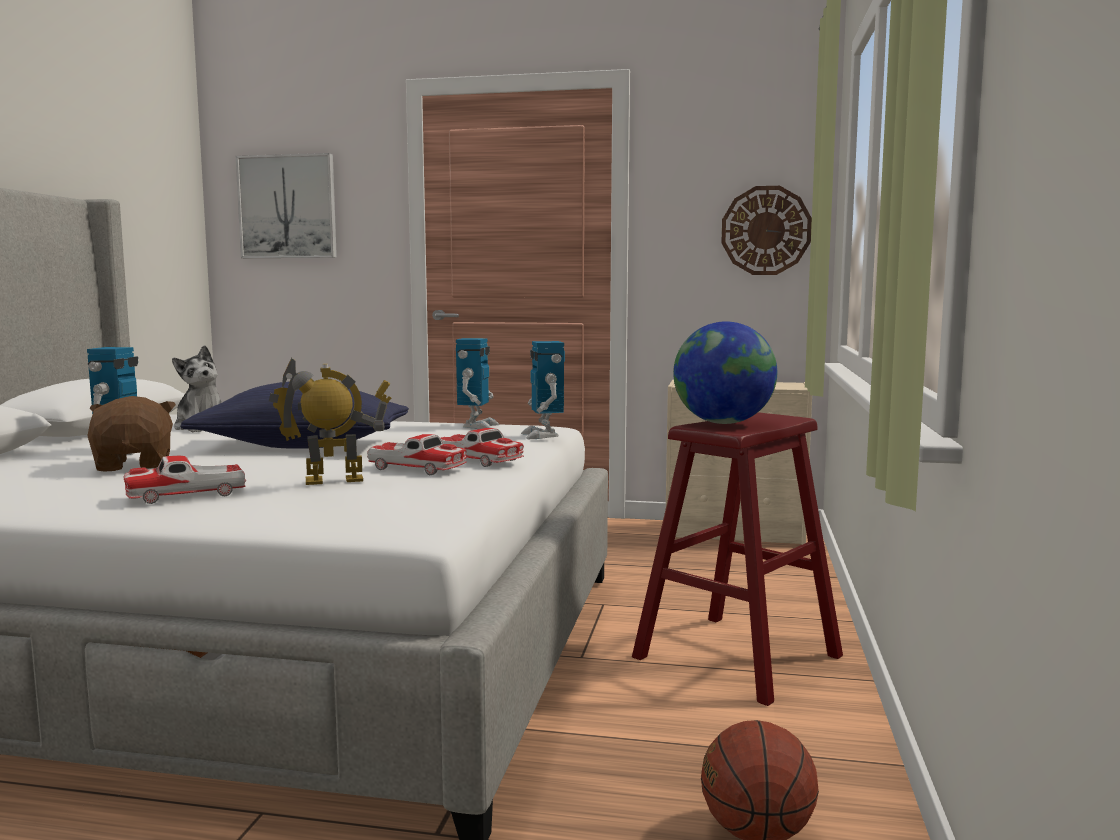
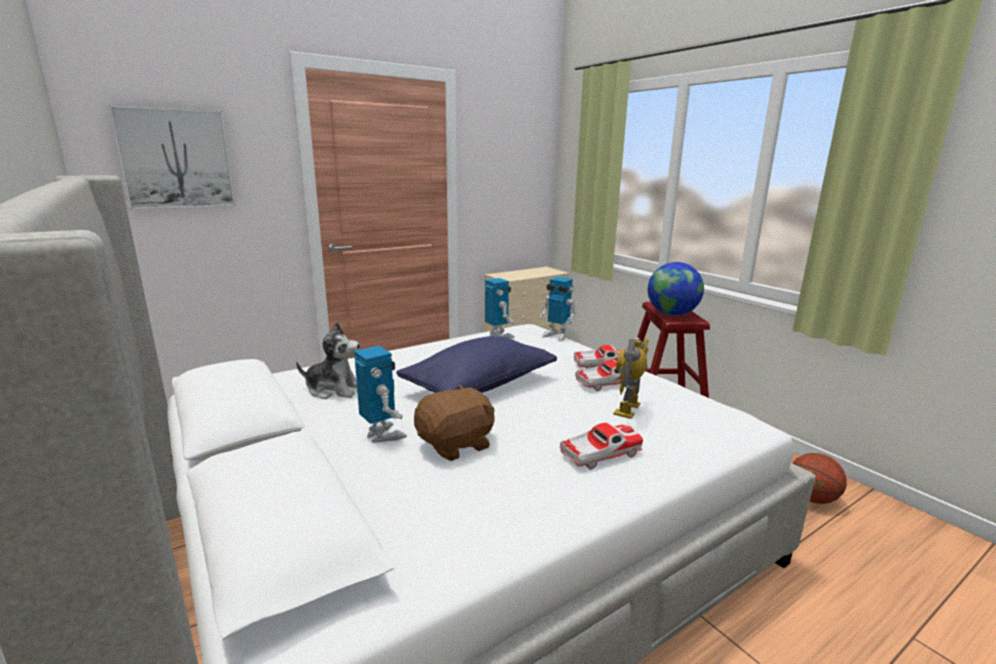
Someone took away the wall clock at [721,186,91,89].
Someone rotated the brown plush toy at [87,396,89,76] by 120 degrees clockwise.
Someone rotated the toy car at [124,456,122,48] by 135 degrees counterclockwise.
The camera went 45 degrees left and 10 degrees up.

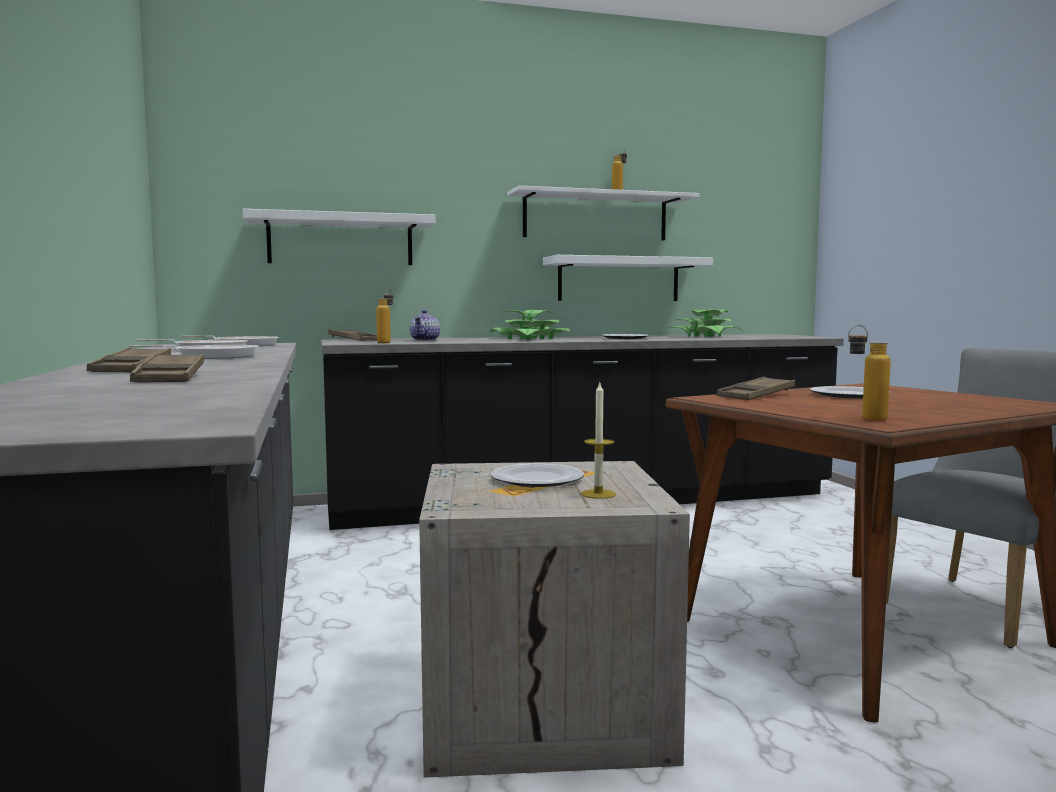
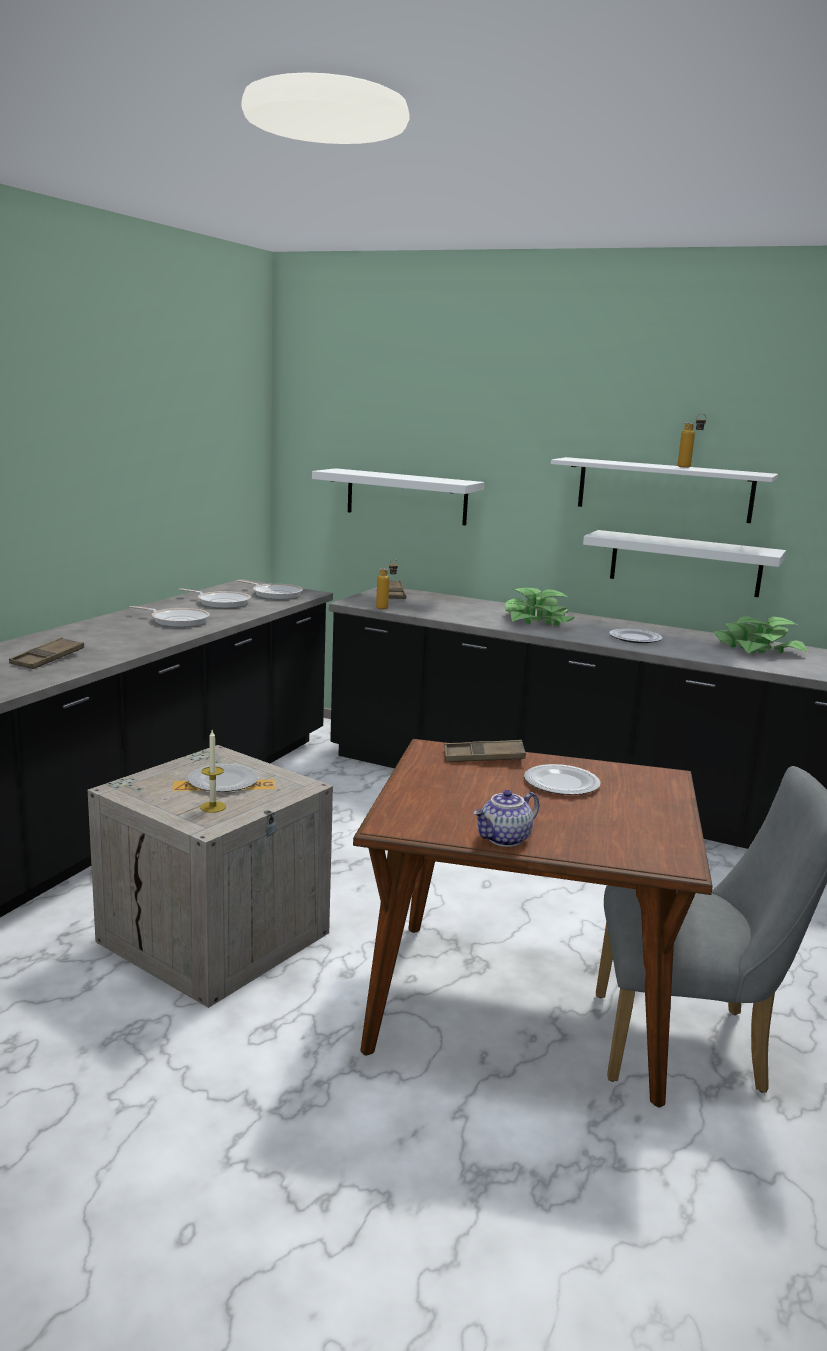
Someone took away the brown tray at [87,347,84,25].
Someone took away the bottle at [848,325,43,96].
Someone carried the teapot from [410,310,30,31] to [473,790,66,57].
The camera went 40 degrees right and 10 degrees up.

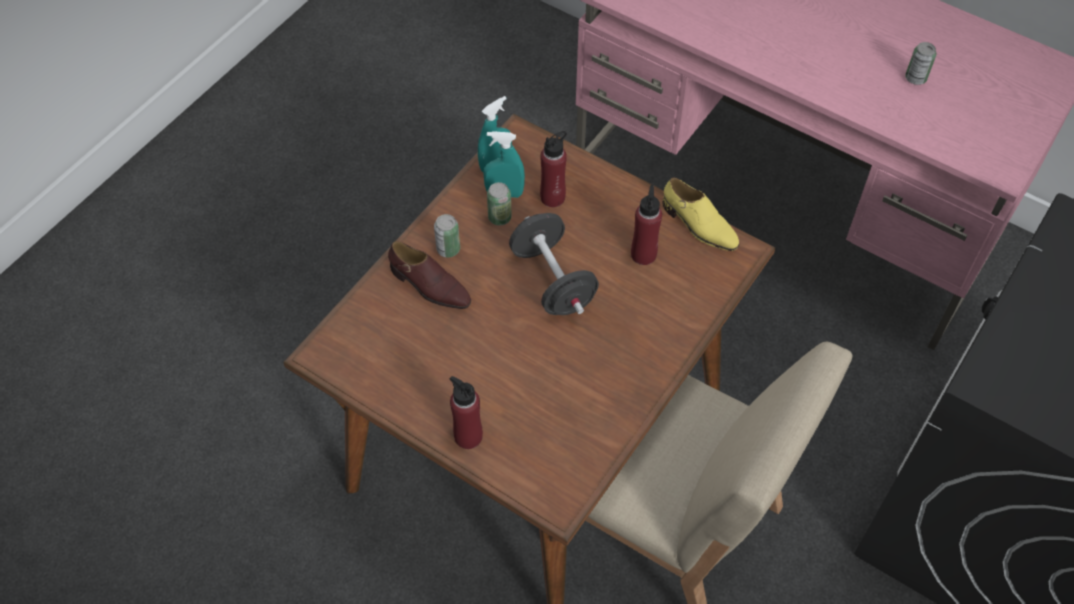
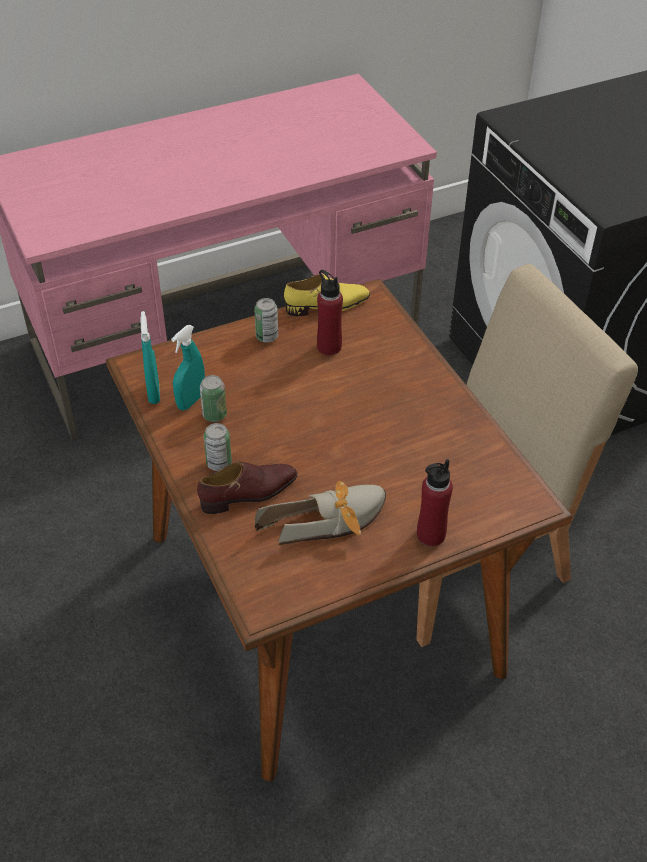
Someone took away the black dumbbell at [509,213,90,102].
Someone took away the red bottle at [540,131,27,76].
Someone put down the shoe at [255,481,131,64].
Someone carried the can from [905,42,31,43] to [255,298,23,45].
The camera went 60 degrees left and 10 degrees down.

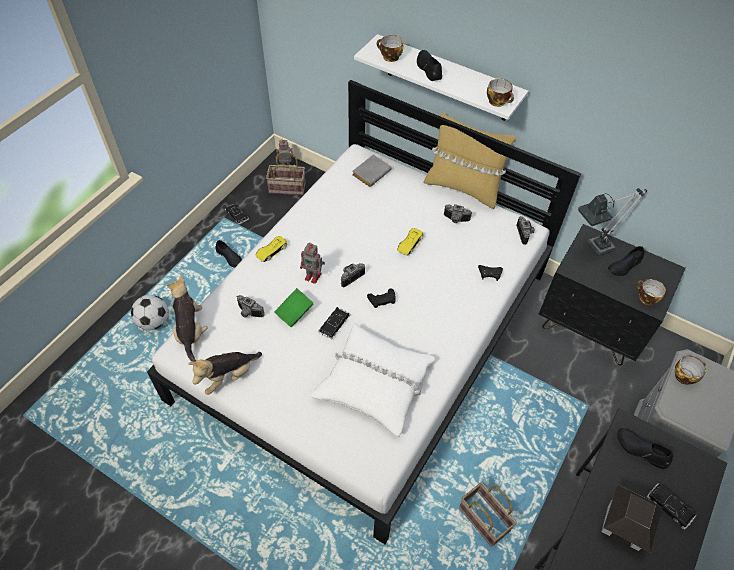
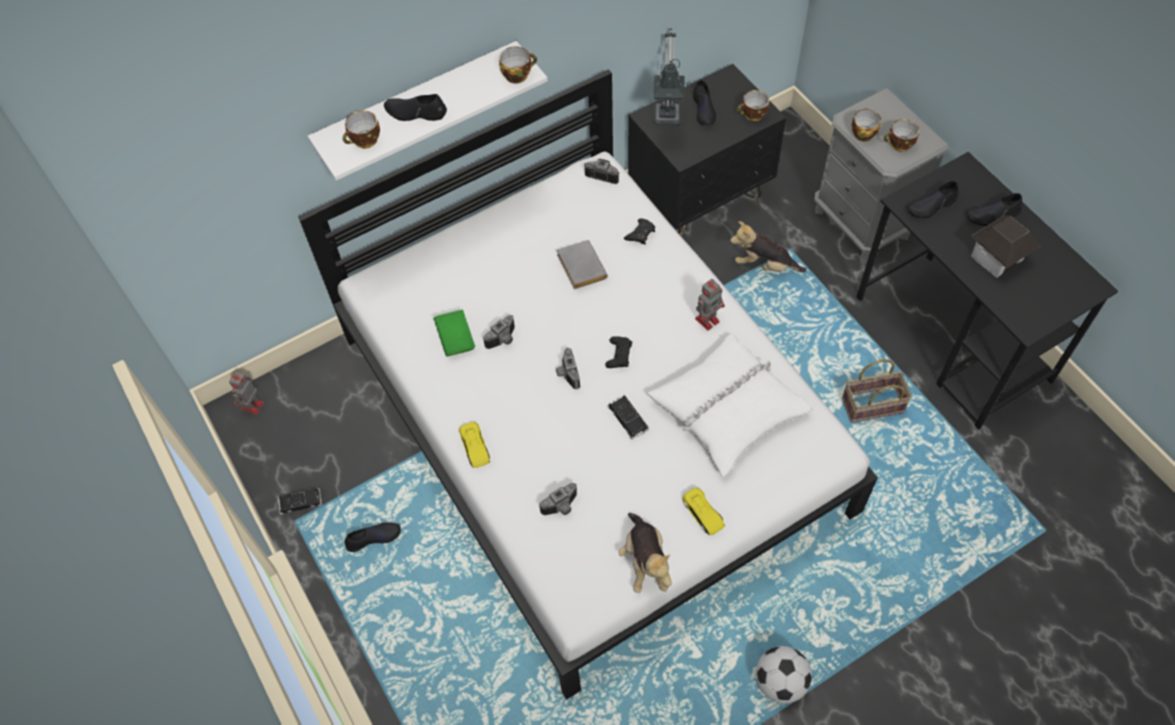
Someone took away the basket at [266,151,40,44].
Someone took away the yellow pillow at [423,112,93,97].
Someone put down the cup at [884,119,35,33].
Someone carried the football from [131,295,37,35] to [756,646,56,57].
Someone carried the plush toy from [167,275,41,86] to [730,221,77,51].
Someone carried the green book from [274,288,39,39] to [434,310,41,47].
Someone carried the toy robot from [300,243,25,41] to [695,279,30,51].
Someone carried the grey book from [352,155,40,32] to [557,240,51,49].
Someone carried the yellow toy car from [397,228,27,27] to [682,488,43,47].
Someone carried the photo camera from [444,204,28,19] to [483,315,32,34].
Someone swapped the black toy car at [647,483,49,47] for the black shoe at [966,193,57,33].
The camera went 60 degrees left and 5 degrees up.

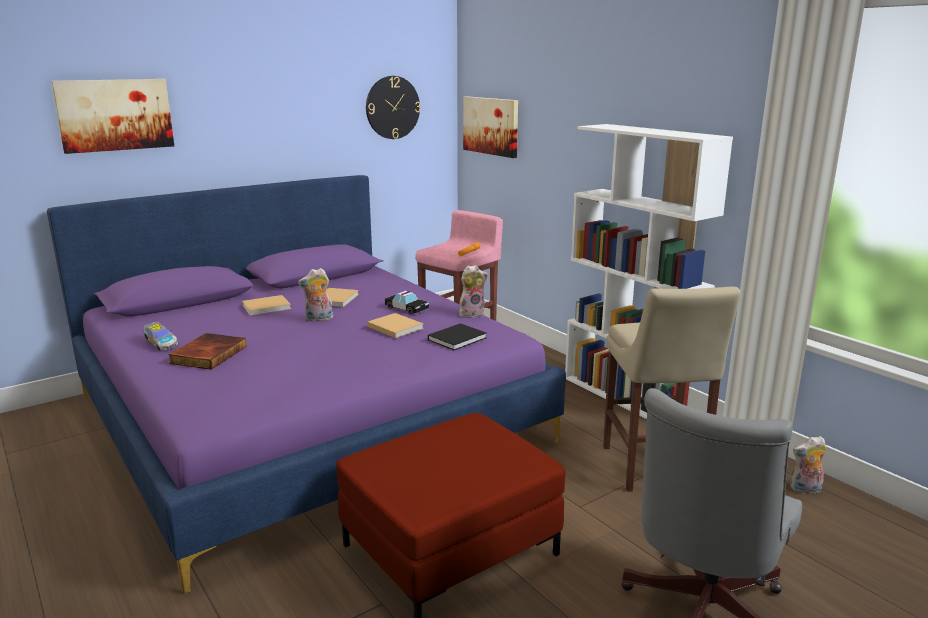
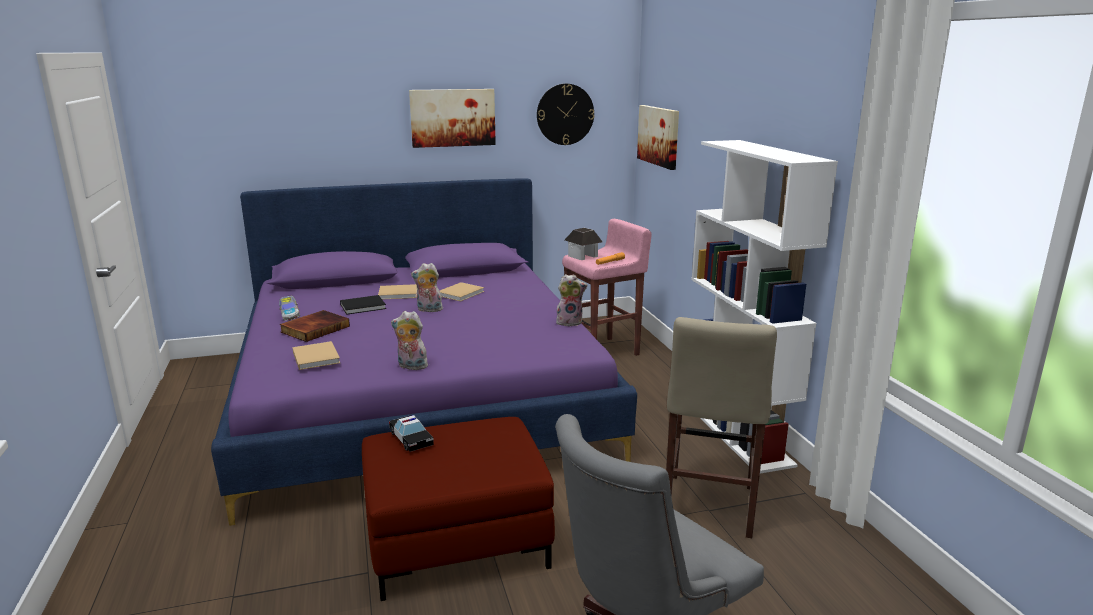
Someone put down the toy house at [565,228,37,32].
Someone carried the picture from [51,79,123,75] to [409,89,87,59].
Someone carried the beige book from [367,313,57,25] to [292,341,48,29].
Someone carried the toy car from [385,291,44,23] to [389,415,45,37].
Someone carried the black book from [428,323,59,27] to [340,295,46,20].
Someone carried the plush toy from [791,436,35,58] to [391,311,37,59].
The camera went 20 degrees right and 0 degrees up.

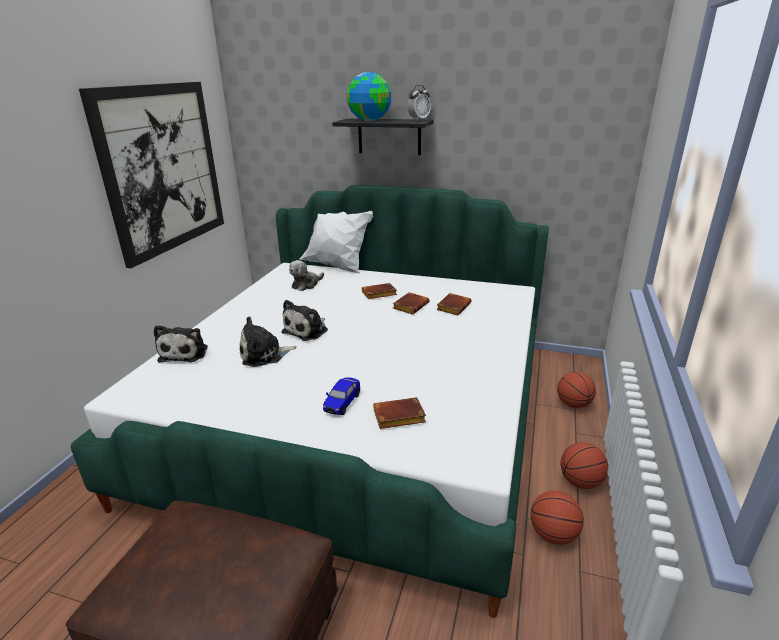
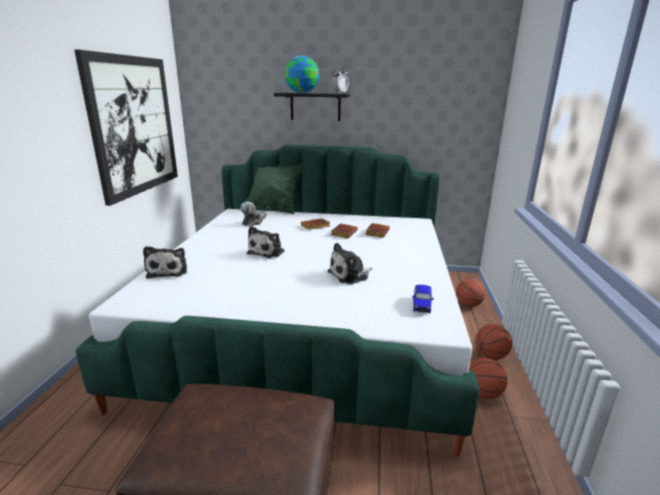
Someone took away the brown book at [373,397,53,32].
Someone carried the plush toy from [239,316,58,51] to [327,243,45,41].
Someone carried the toy car from [323,377,37,38] to [412,285,22,28].
Someone repainted the white pillow at [299,211,74,63], which became the green pillow at [245,164,59,50].
The camera went 10 degrees left and 5 degrees down.

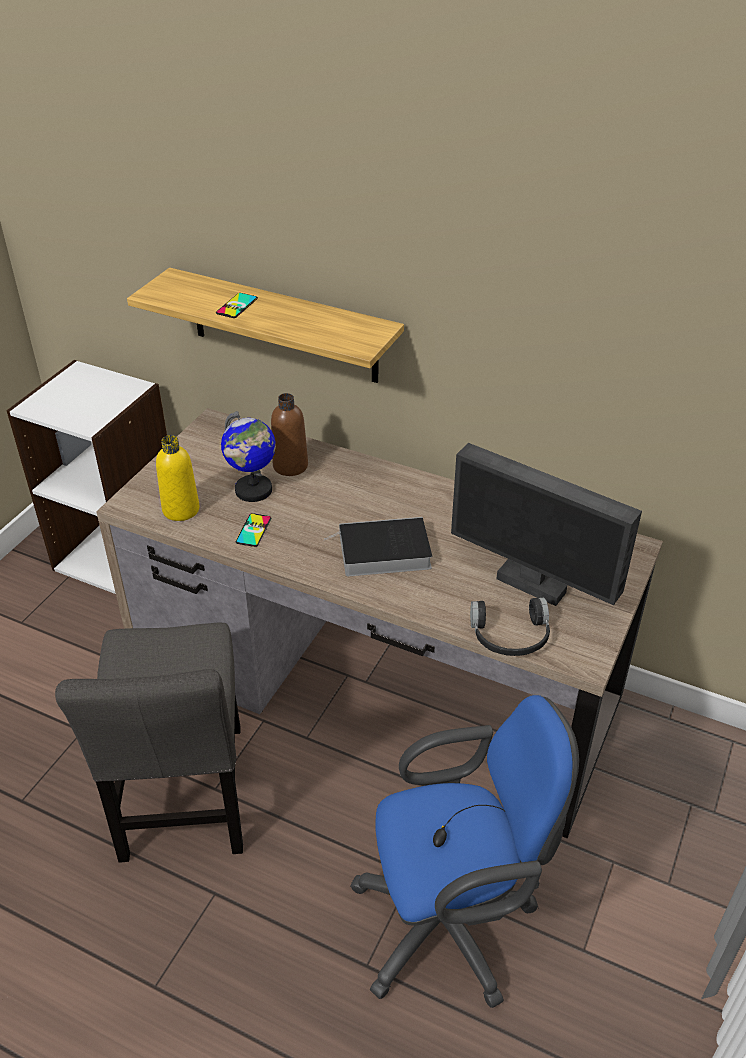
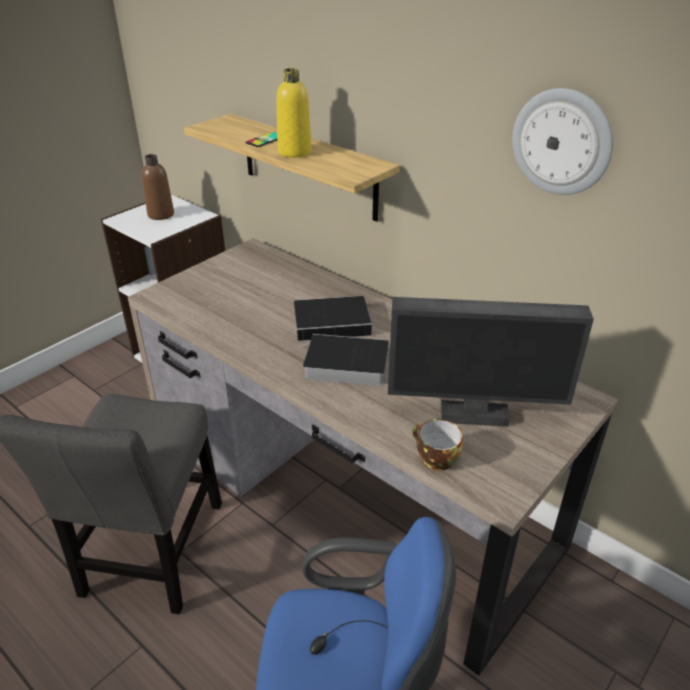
Someone took away the globe at [221,411,55,91].
Someone took away the phone at [236,513,35,34].
Someone put down the book at [294,296,89,45].
Someone put up the wall clock at [512,88,101,107].
Someone carried the yellow bottle from [156,435,44,86] to [276,68,36,89].
Someone carried the brown bottle from [271,393,37,83] to [142,154,32,66].
Someone swapped the black headphones at [470,598,80,58] for the cup at [412,419,51,52].
Someone rotated the monitor at [451,443,191,163] by 45 degrees counterclockwise.
The camera went 15 degrees right and 5 degrees down.

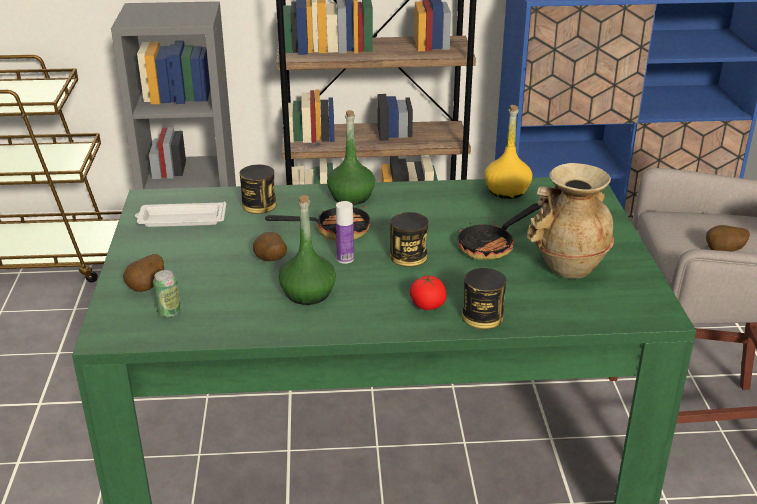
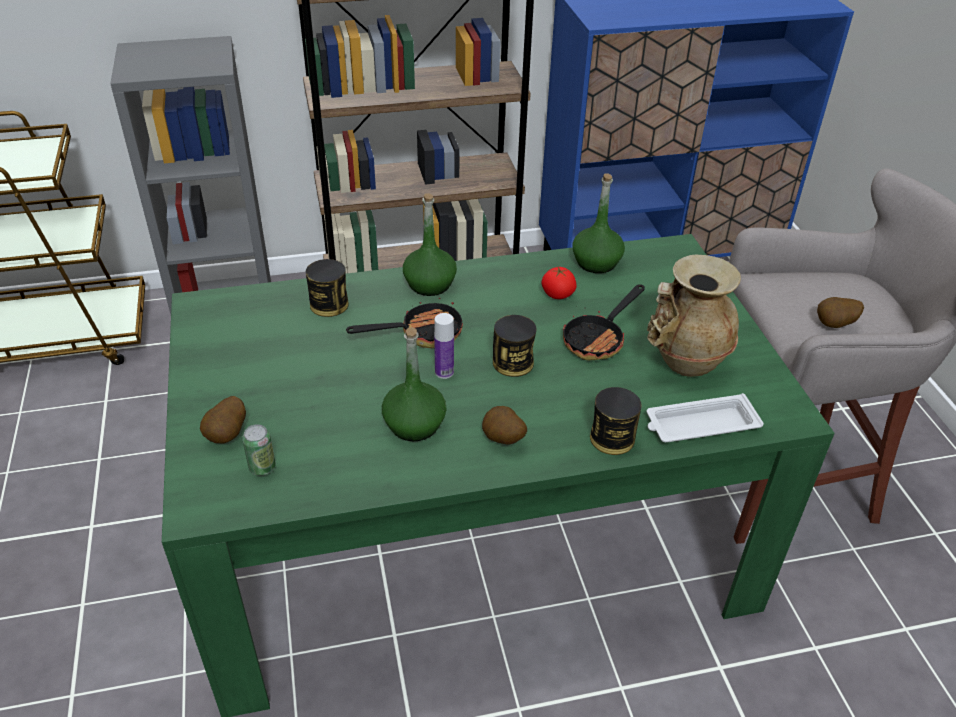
Someone carried the white tray from [135,201,91,26] to [647,393,117,49].
Someone carried the potato from [253,232,34,29] to [482,406,45,38].
Someone carried the tomato from [410,274,37,36] to [542,267,35,32].
Someone repainted the yellow bottle at [484,105,48,94], which became the green bottle at [572,173,53,100].
The camera went 10 degrees left and 10 degrees up.

